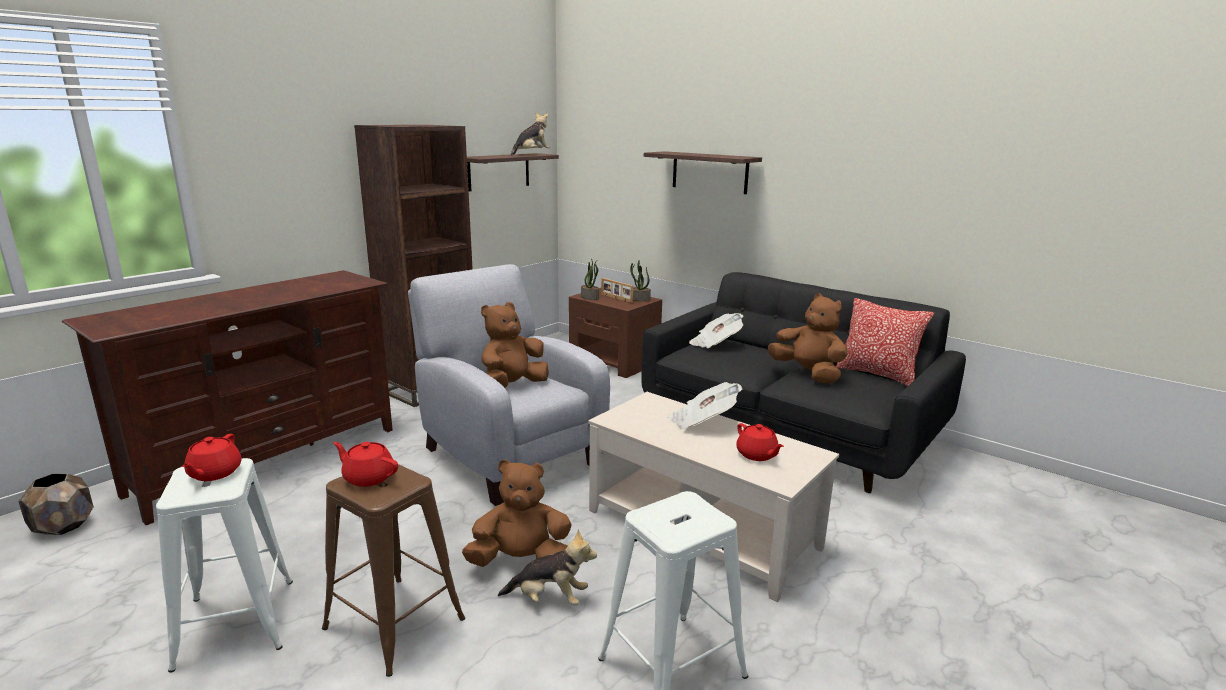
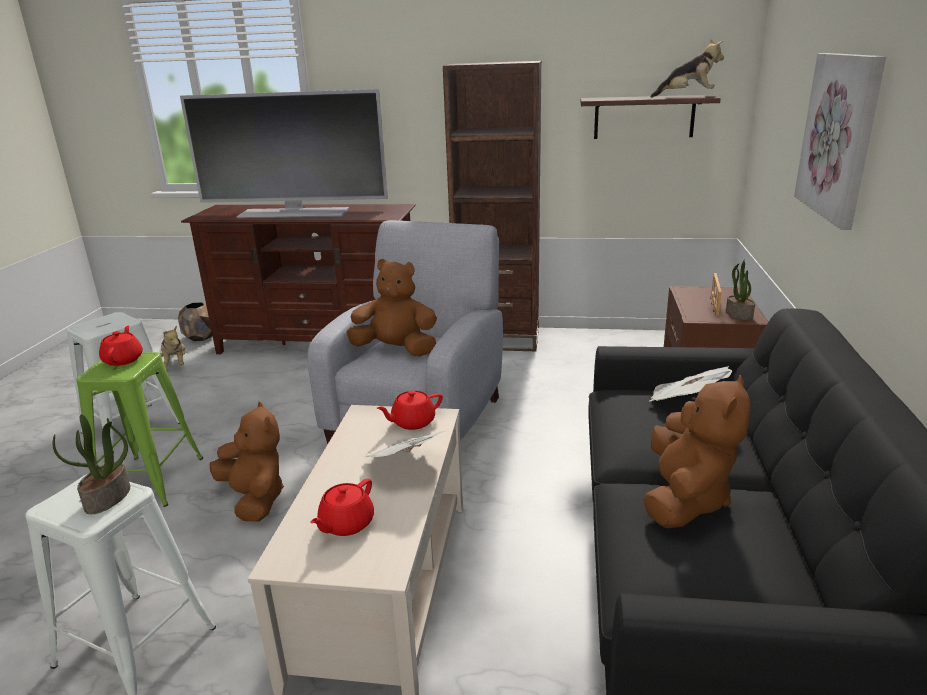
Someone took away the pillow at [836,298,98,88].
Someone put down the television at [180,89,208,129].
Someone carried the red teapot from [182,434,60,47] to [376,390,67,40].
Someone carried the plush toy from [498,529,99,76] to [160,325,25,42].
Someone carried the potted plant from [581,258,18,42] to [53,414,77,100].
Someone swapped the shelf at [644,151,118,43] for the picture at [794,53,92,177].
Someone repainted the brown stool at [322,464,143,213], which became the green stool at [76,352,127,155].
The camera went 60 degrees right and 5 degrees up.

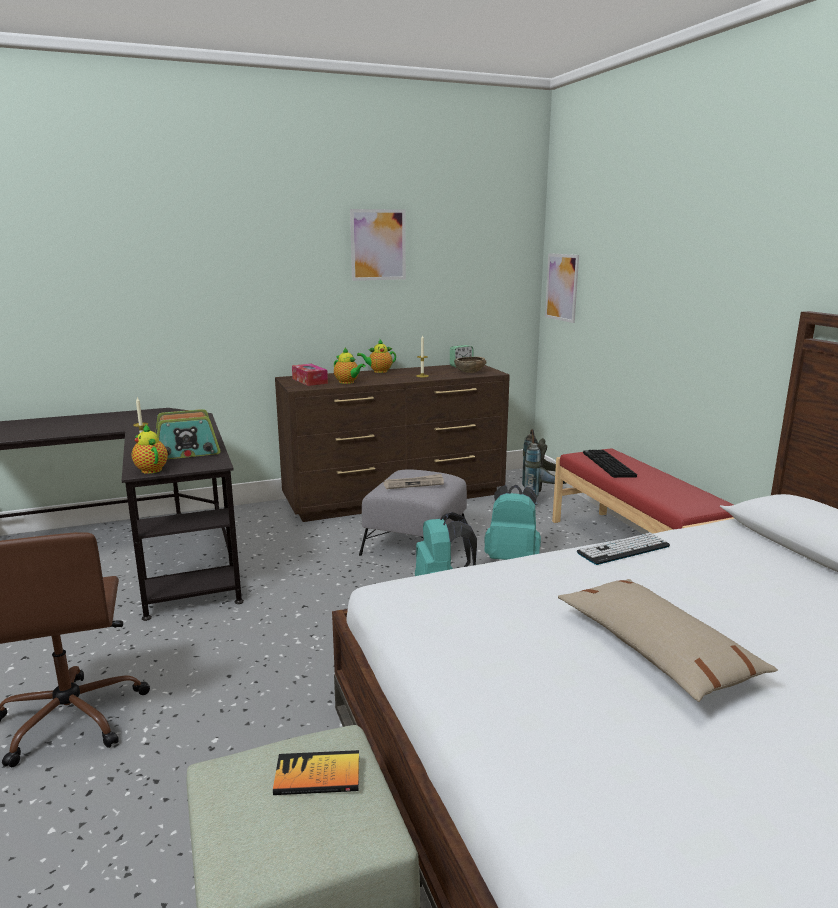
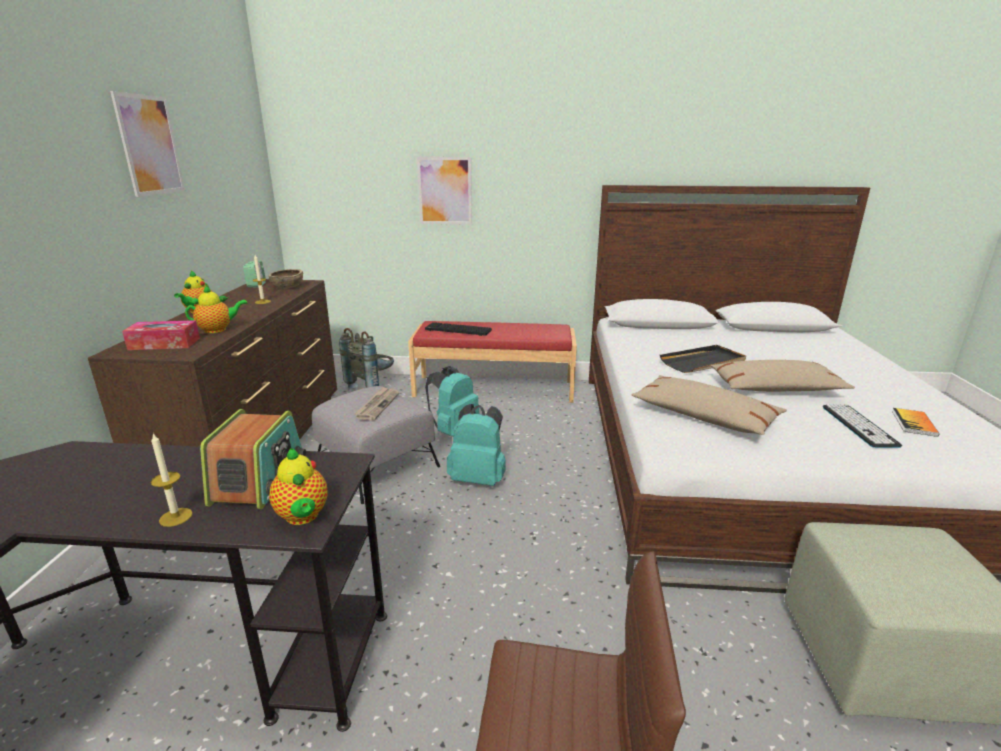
Someone put down the beige pillow at [631,375,156,60].
Someone put down the black tray at [660,345,86,28].
Someone carried the book from [273,750,86,45] to [892,408,47,29].
Someone carried the picture from [545,253,34,70] to [417,157,55,68].
Someone carried the keyboard from [577,533,93,32] to [823,404,79,44].
Someone rotated the teapot at [132,425,36,49] by 105 degrees counterclockwise.
The camera went 65 degrees left and 5 degrees up.

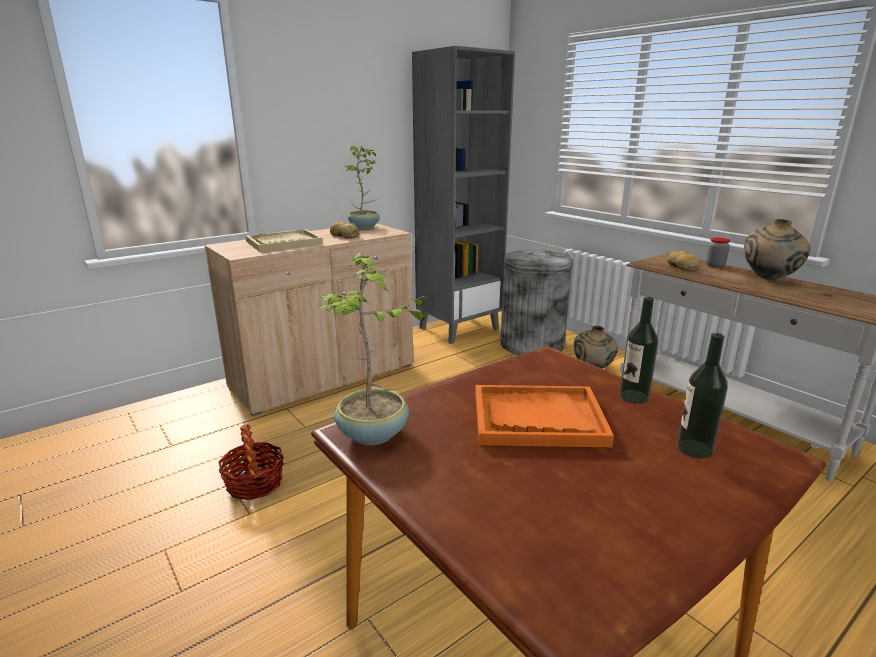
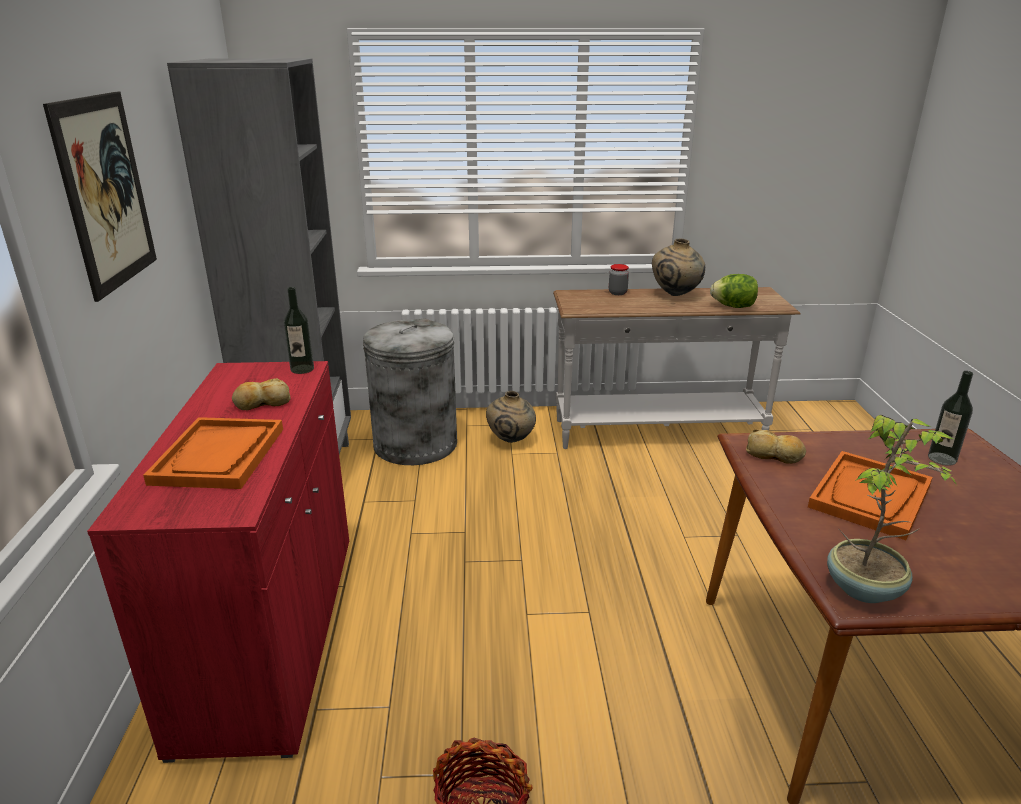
Someone took away the potted plant at [346,145,34,84].
Someone put up the picture at [43,92,114,210].
Someone put down the lettuce at [710,274,48,34].
Someone carried the bottle from [620,297,38,107] to [284,287,30,87].
Someone carried the bread from [667,251,33,20] to [746,429,60,35].
Someone repainted the beige cabinet at [204,224,209,192], which became the red cabinet at [87,361,262,402].
Someone repainted the beige tray at [246,229,77,23], which became the orange tray at [143,417,140,72].
The camera went 55 degrees left and 5 degrees up.

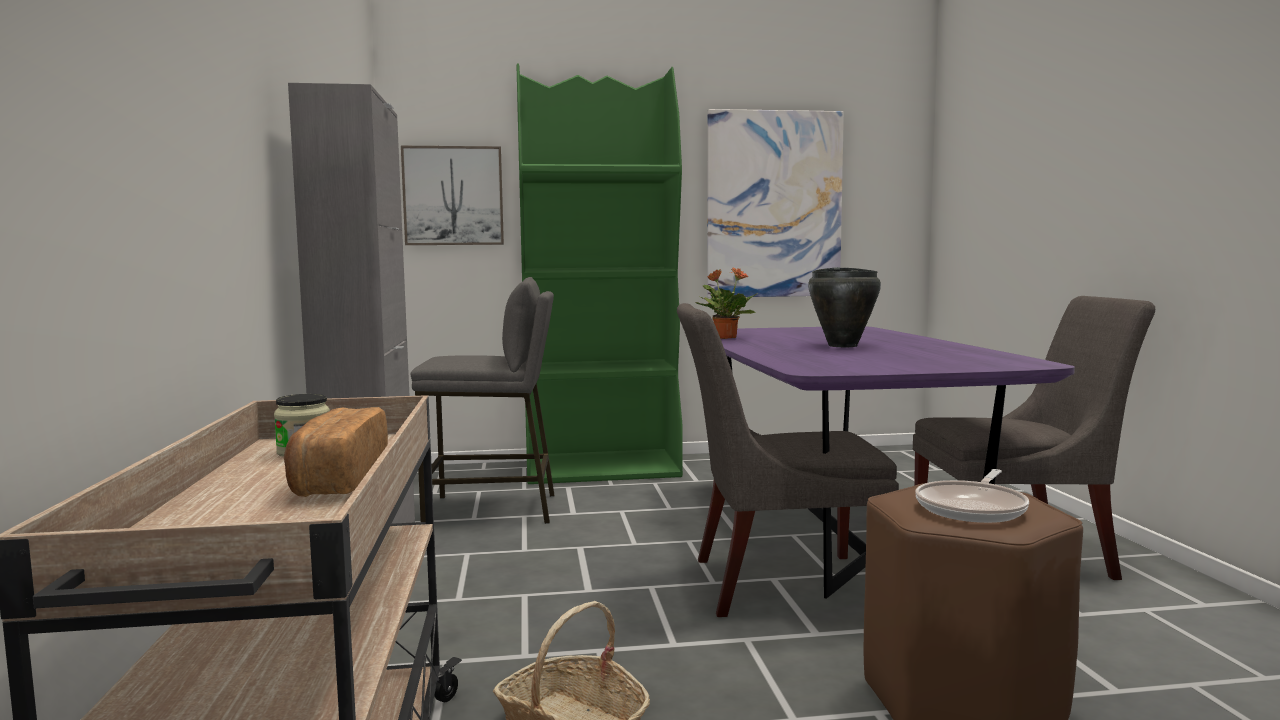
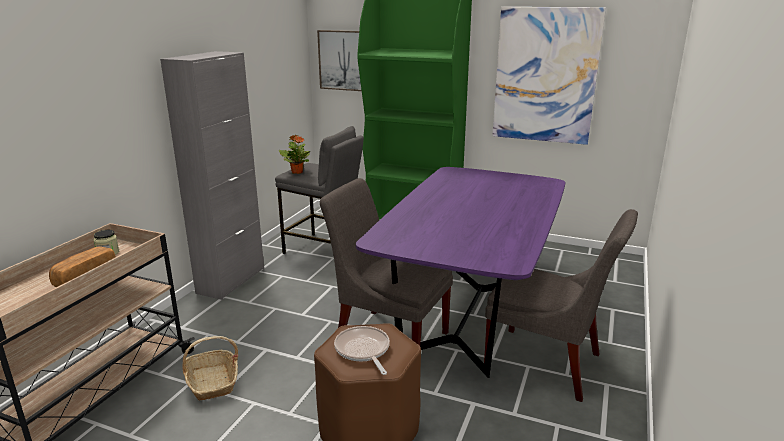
Someone took away the black cooking pot at [808,267,73,80].
Someone carried the potted plant from [695,268,63,71] to [279,135,31,39].
Someone rotated the frying pan at [915,469,114,54] by 90 degrees clockwise.
The camera went 30 degrees right and 15 degrees up.

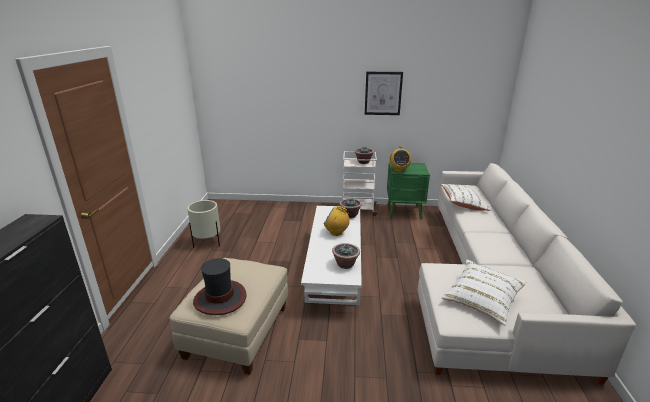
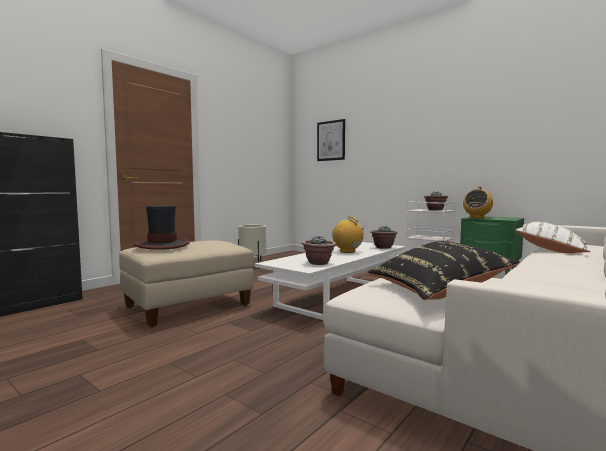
Someone carried the picture from [365,72,38,43] to [317,119,28,42].
Someone repainted the white pillow at [441,260,85,66], which became the black pillow at [368,241,152,59].
The camera went 35 degrees right and 20 degrees down.

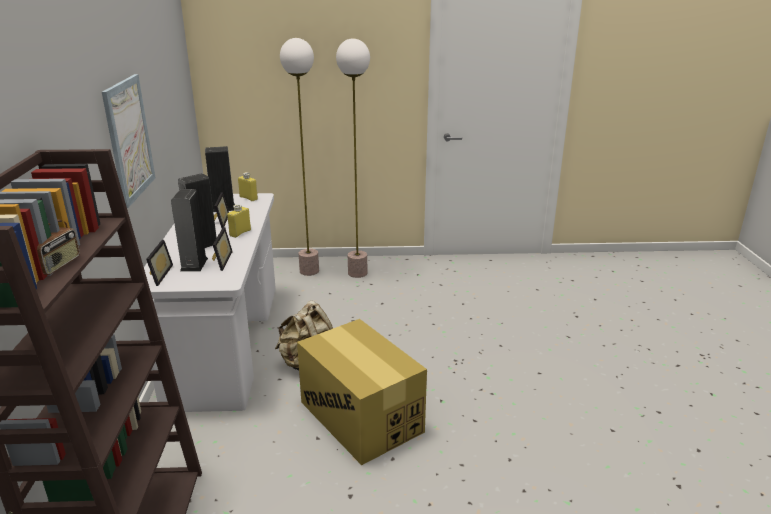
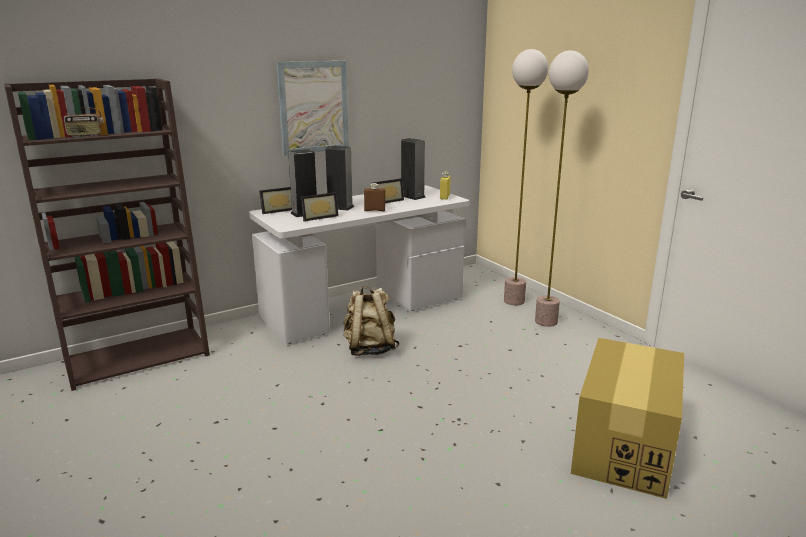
Someone carried the cardboard box from [297,319,130,146] to [571,338,113,161].
Someone repainted the yellow bottle at [227,204,24,34], which became the brown bottle at [364,183,21,28].
The camera went 60 degrees right and 5 degrees down.

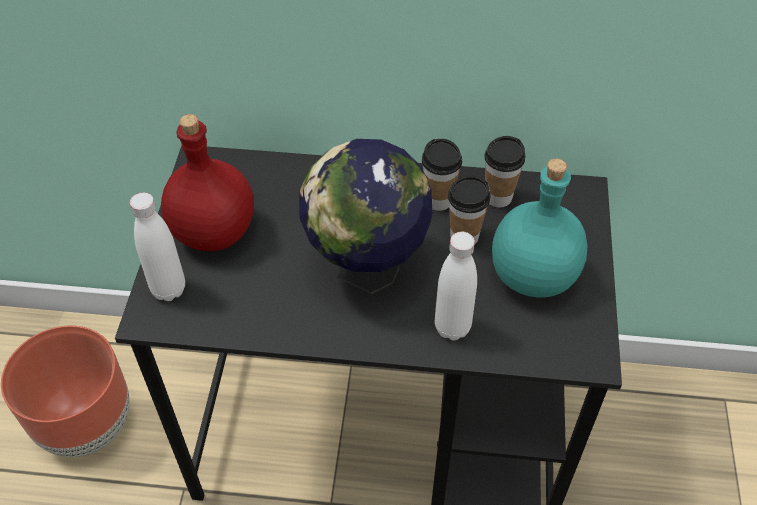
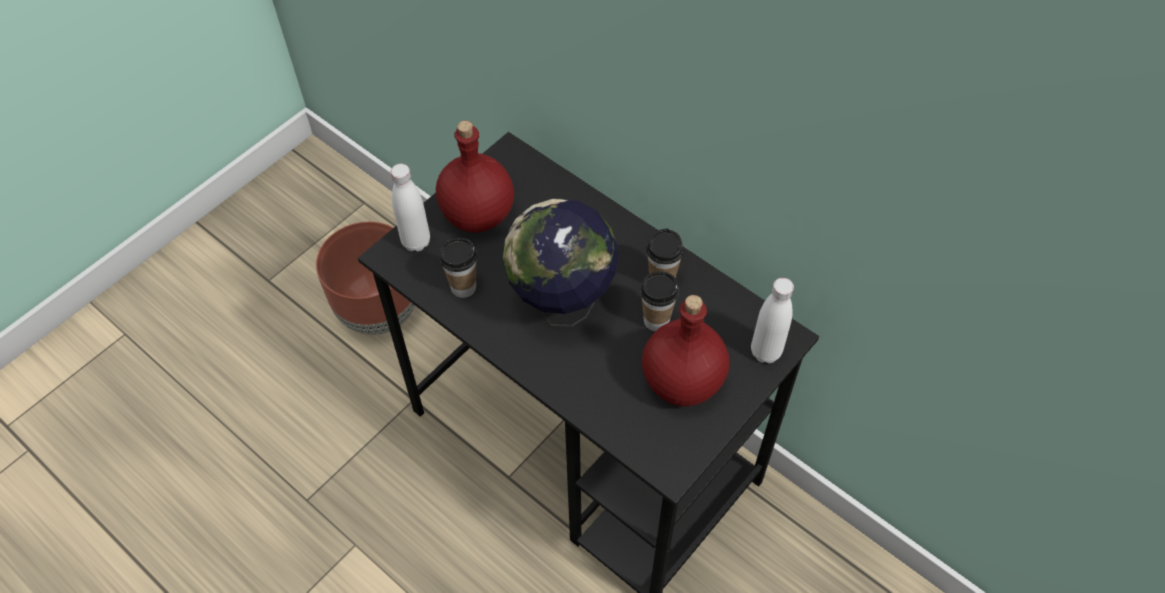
Someone carried the white bottle from [435,232,42,108] to [751,278,43,85].
Someone carried the cup from [485,136,40,71] to [439,238,38,60].
Someone repainted the turquoise bottle at [492,158,95,140], which became the red bottle at [642,295,88,112].
The camera went 35 degrees right and 5 degrees up.

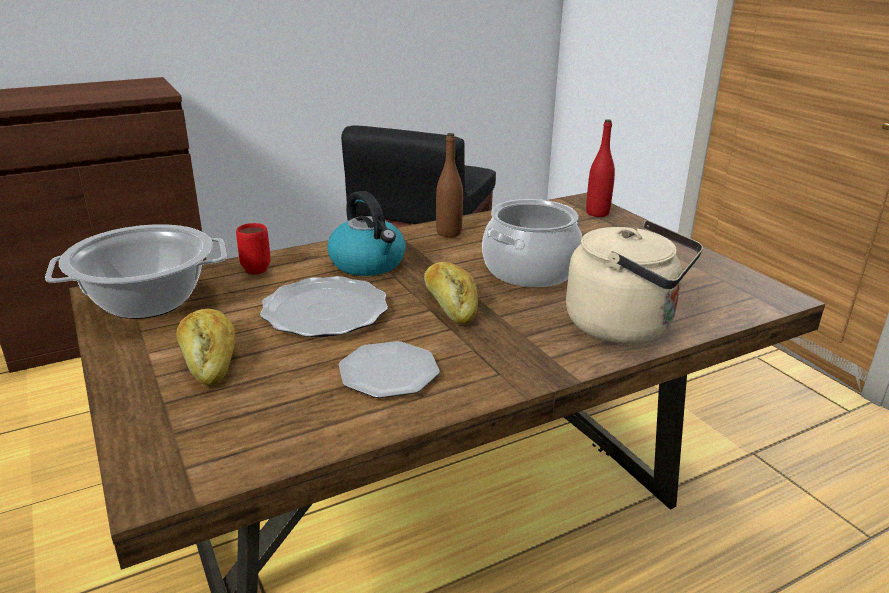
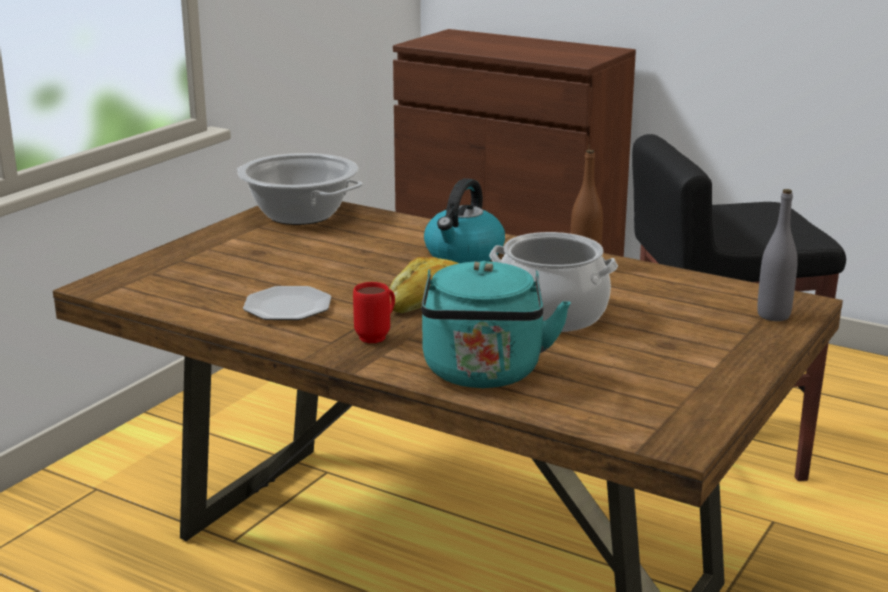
Someone took away the bread at [176,309,59,76].
Someone took away the plate at [260,276,128,61].
Someone carried the red mug from [236,223,35,51] to [353,282,42,61].
Someone repainted the beige kettle at [566,220,137,124], which became the turquoise kettle at [421,261,150,127].
Someone repainted the red bottle at [586,119,29,98], which became the grey bottle at [757,189,41,132].
The camera went 60 degrees right and 5 degrees down.

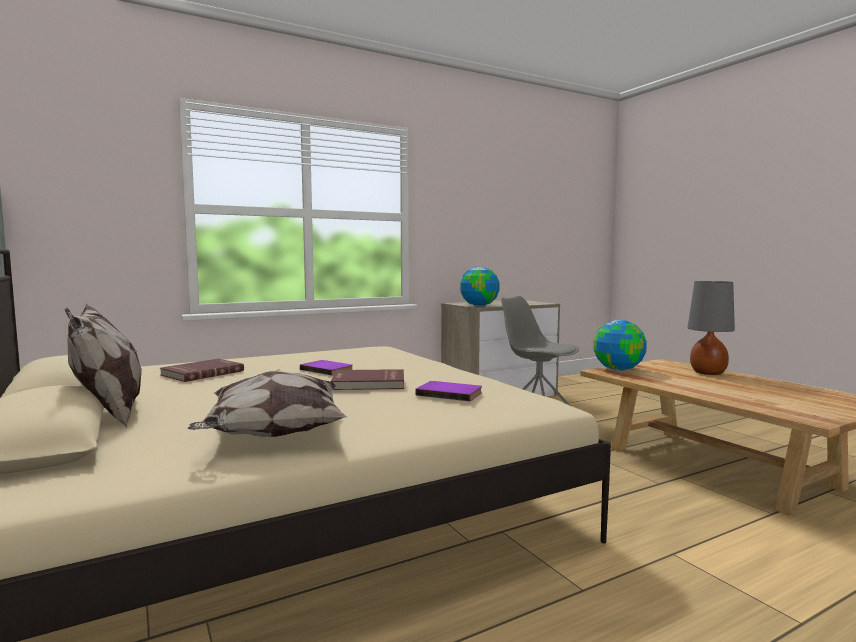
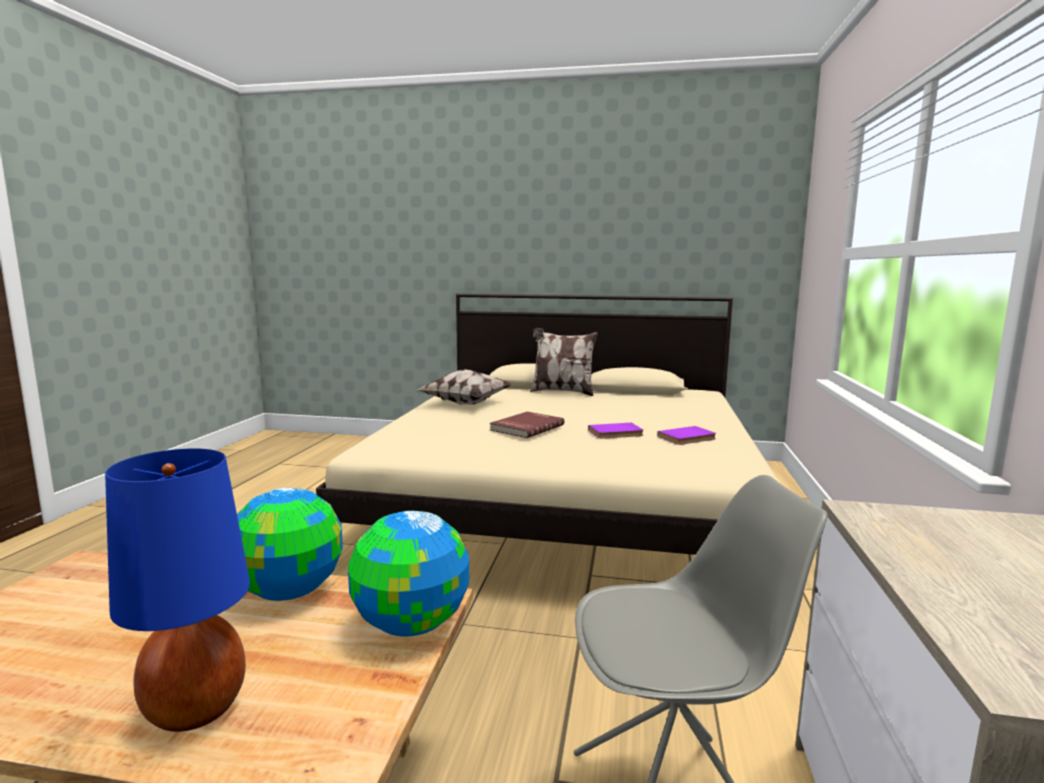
Someone took away the red book at [160,359,84,23].
Someone carried the purple book from [415,381,67,20] to [657,426,59,19].
Someone carried the globe from [460,267,40,39] to [237,488,106,113].
Someone repainted the grey table lamp at [688,281,47,94], which became the blue table lamp at [105,449,145,283].
The camera went 130 degrees right and 5 degrees up.

